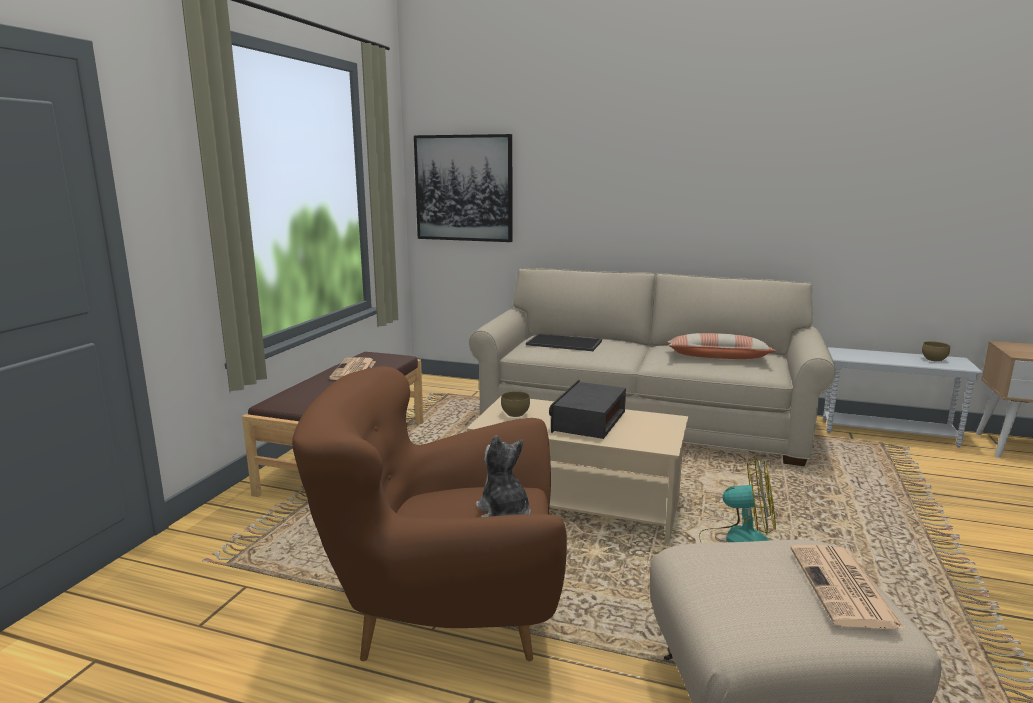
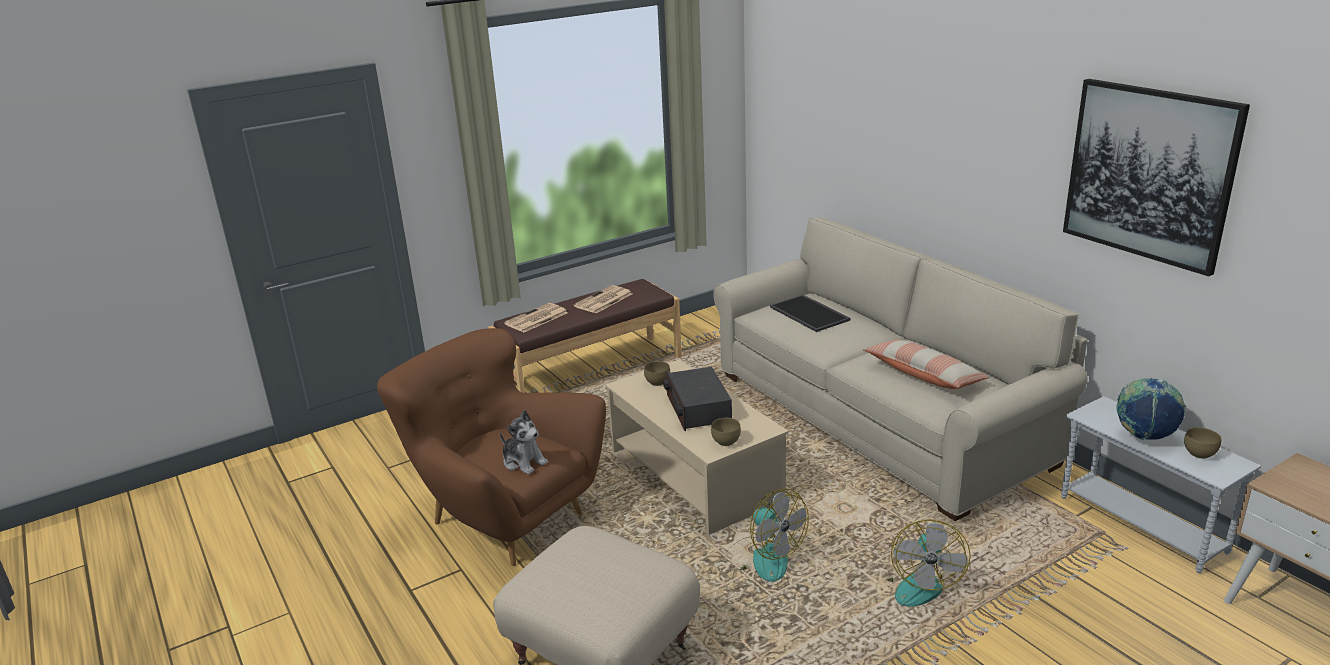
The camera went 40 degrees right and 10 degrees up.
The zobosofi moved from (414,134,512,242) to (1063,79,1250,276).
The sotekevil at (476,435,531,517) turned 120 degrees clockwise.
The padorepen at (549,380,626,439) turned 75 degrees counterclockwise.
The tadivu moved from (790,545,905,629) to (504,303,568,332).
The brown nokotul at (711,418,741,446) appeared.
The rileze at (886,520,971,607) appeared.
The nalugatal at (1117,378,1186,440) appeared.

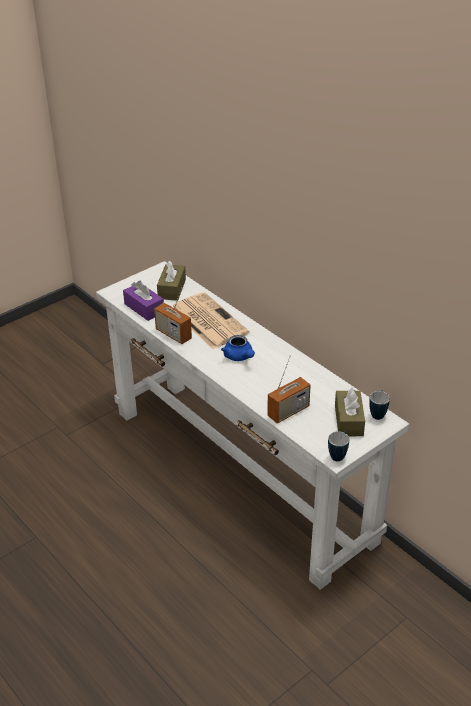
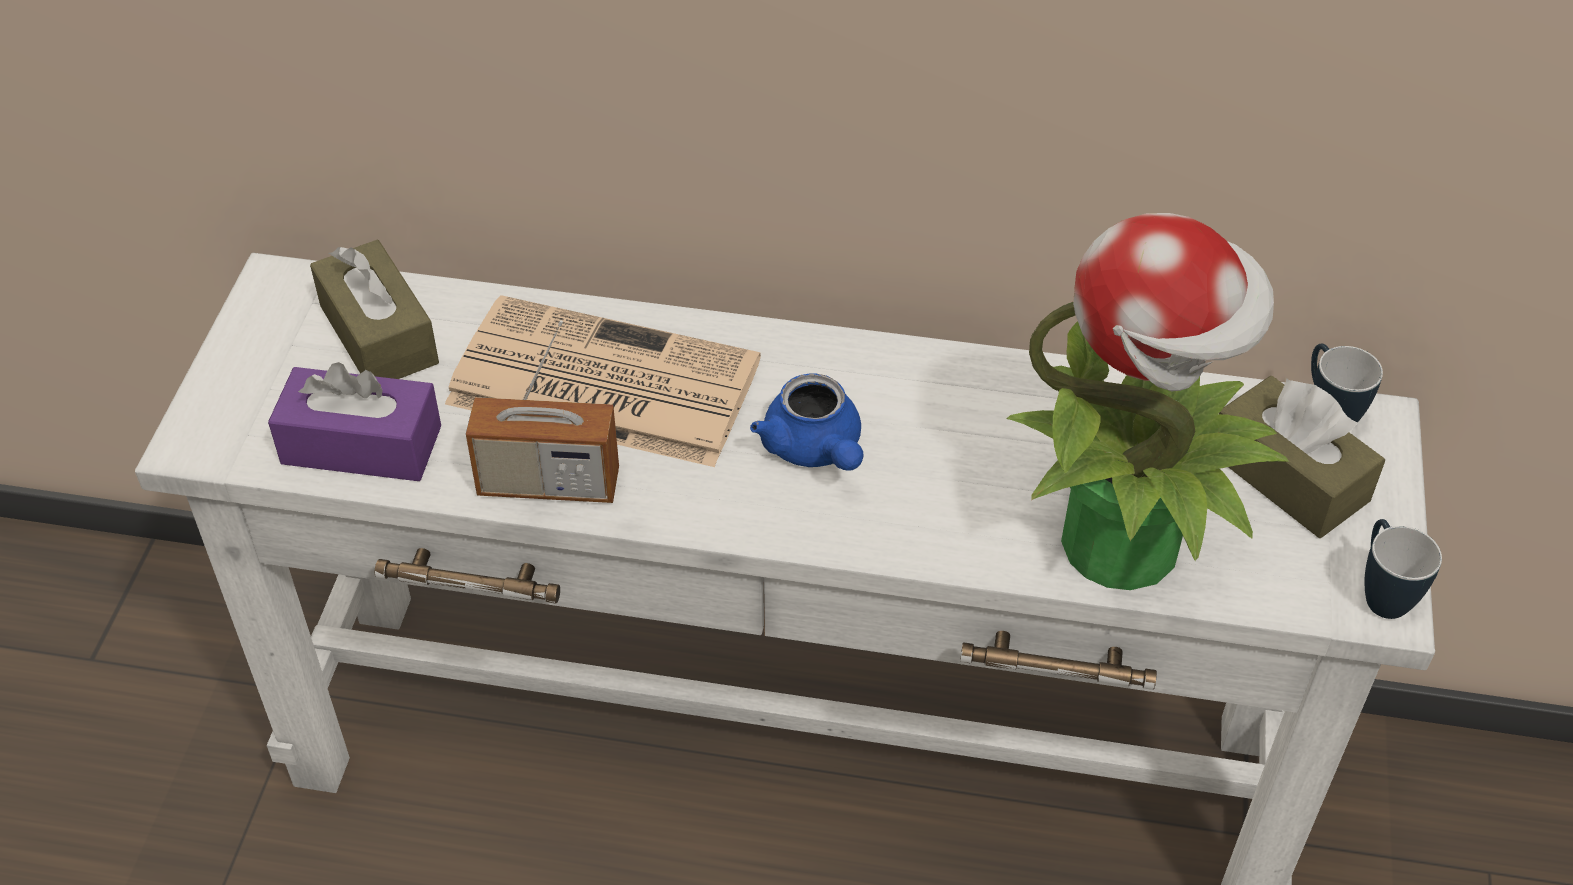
The camera went 40 degrees left and 10 degrees up.
The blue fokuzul at (221,335,255,361) turned 45 degrees clockwise.
The padorepen at (267,356,311,424) was replaced by the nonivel at (1007,213,1289,590).

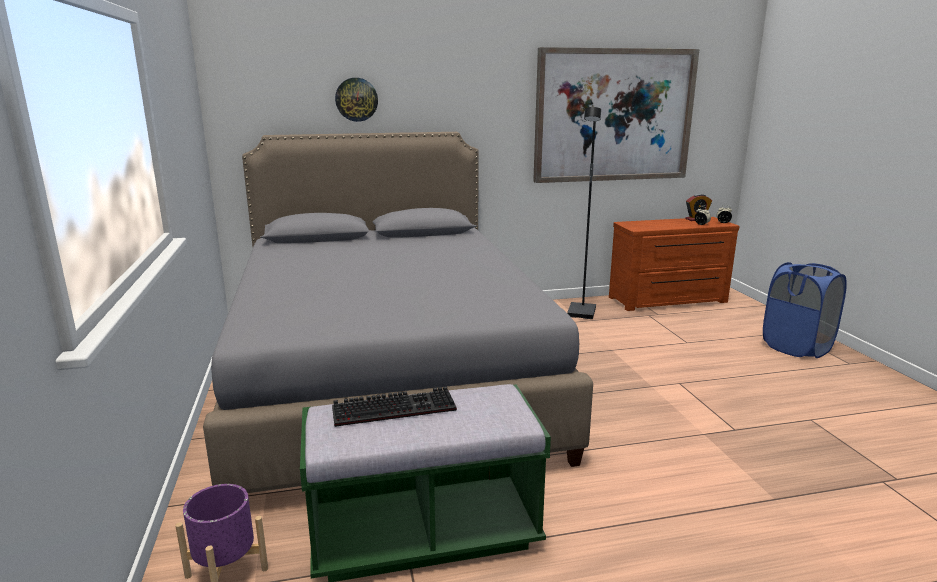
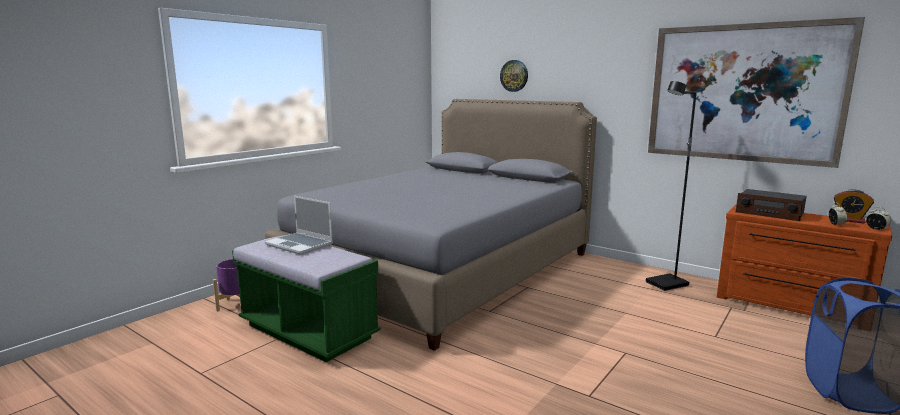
The camera went 50 degrees right and 5 degrees down.
The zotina at (332,386,457,427) was replaced by the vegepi at (265,196,333,255).
The padorepen at (736,189,807,221) appeared.

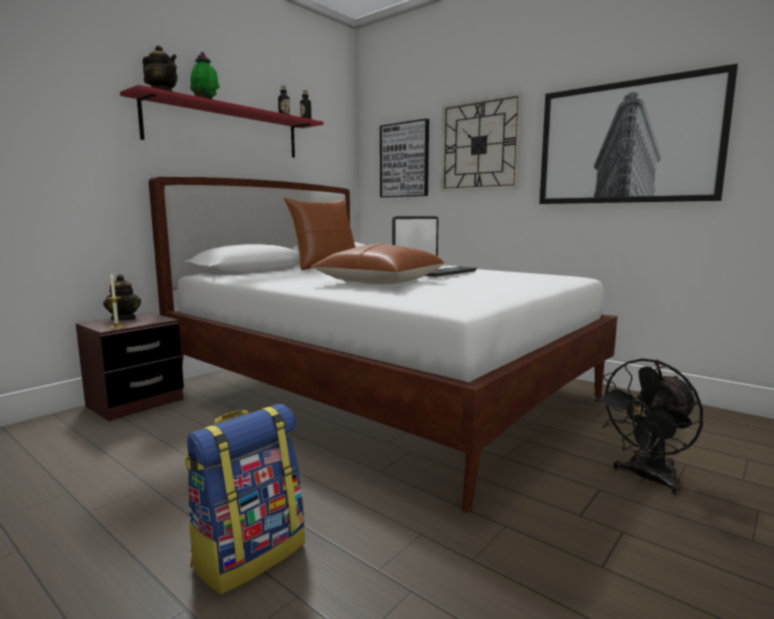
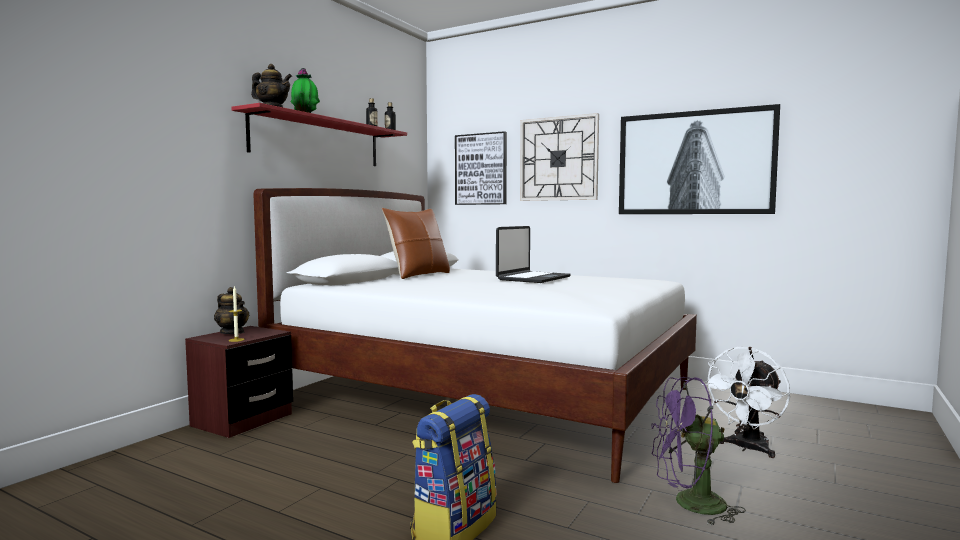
The camera went 10 degrees left and 5 degrees down.
The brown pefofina at (311,244,444,285) disappeared.
The black rileze at (595,358,703,495) became the white rileze at (701,347,790,458).
The purple rileze at (651,377,746,525) appeared.

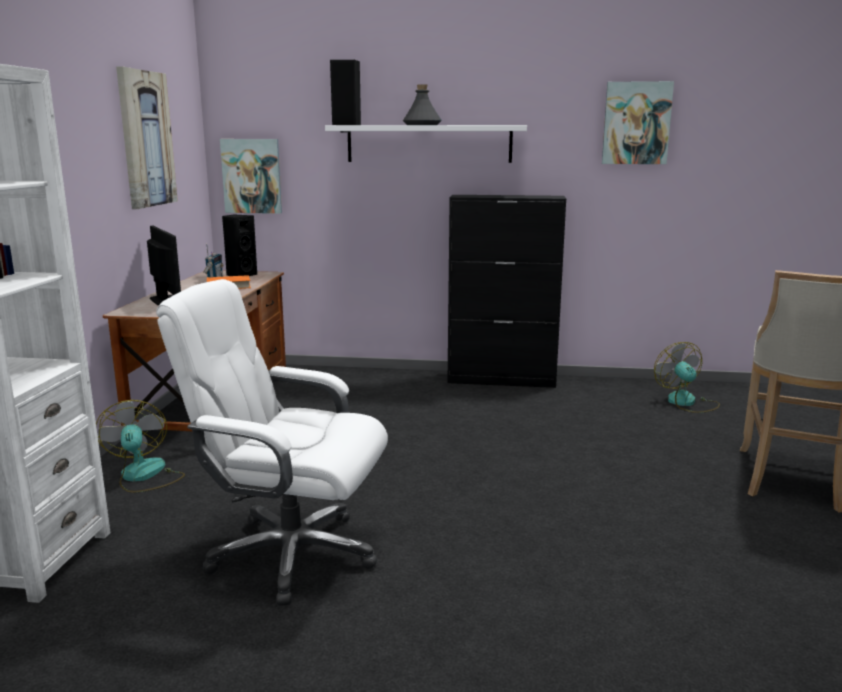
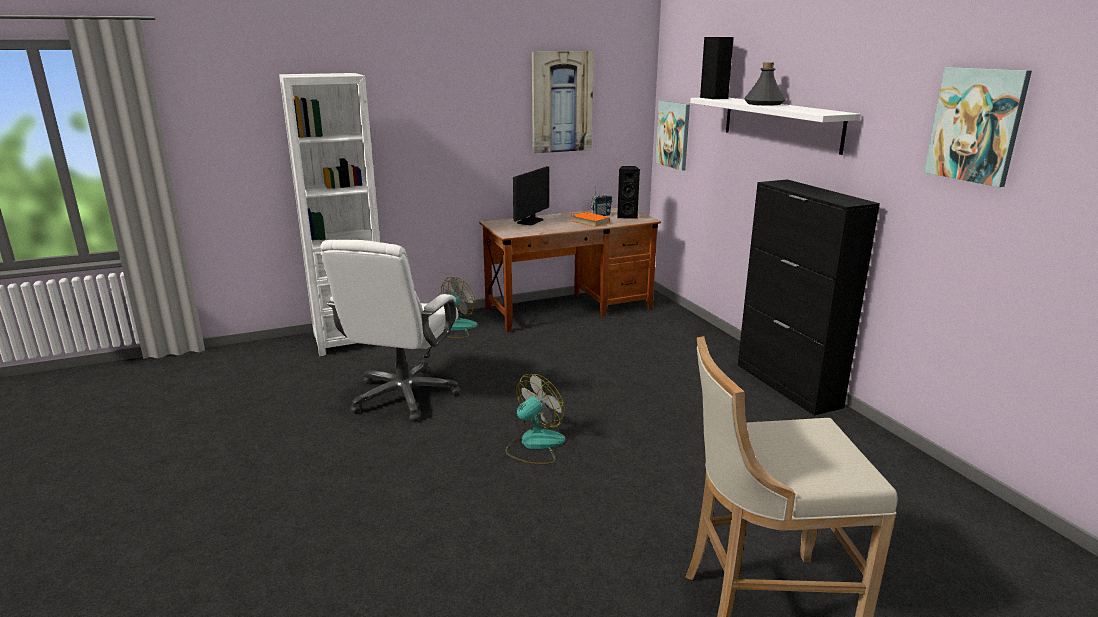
The camera went 60 degrees right and 5 degrees up.
The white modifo at (156,279,388,606) turned 150 degrees counterclockwise.
The rileze moved from (654,342,720,413) to (506,374,565,464).

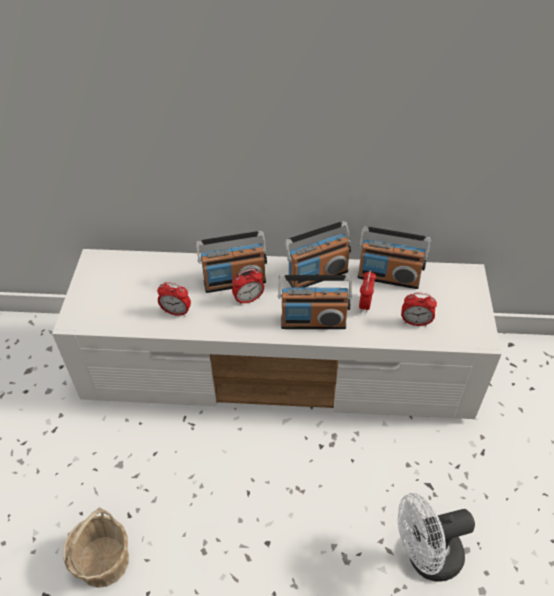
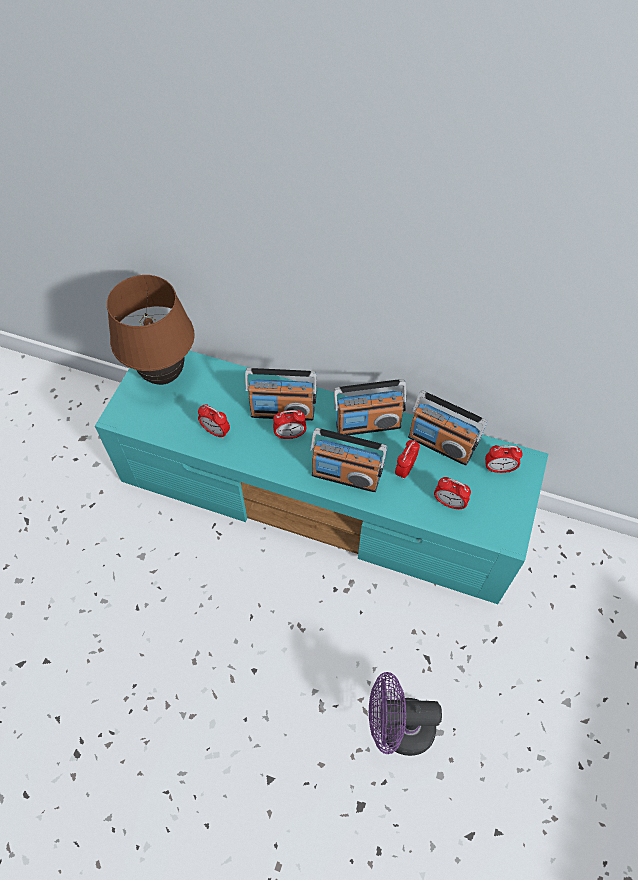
The camera went 15 degrees right and 10 degrees up.
The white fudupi at (52,249,502,419) became the turquoise fudupi at (95,351,548,604).
The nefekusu at (63,507,129,588) disappeared.
The white rileze at (398,493,475,582) became the purple rileze at (369,672,442,756).
The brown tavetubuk at (107,275,195,385) appeared.
The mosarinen at (485,445,523,473) appeared.

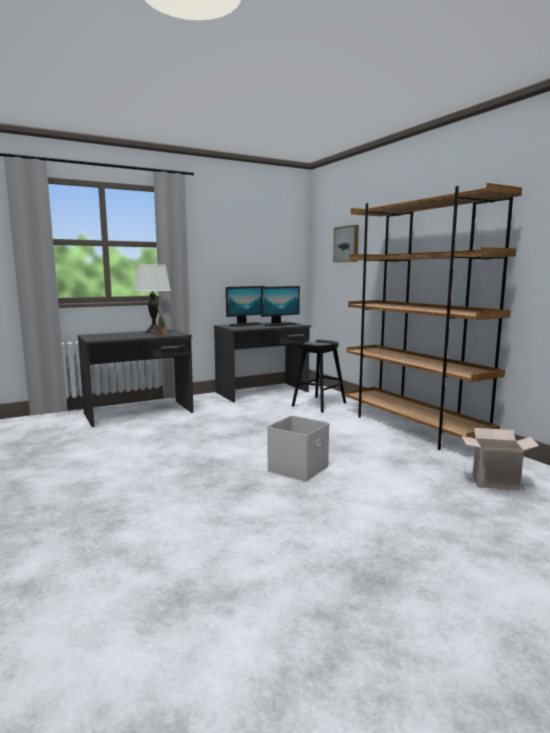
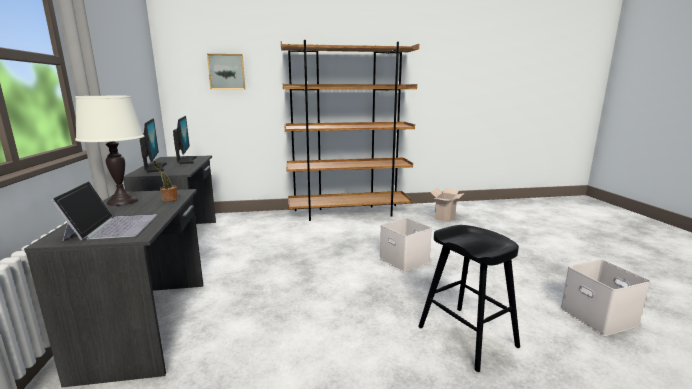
The camera went 70 degrees left and 5 degrees up.
The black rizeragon moved from (292,339,346,413) to (419,225,520,372).
The vegepi at (51,181,157,241) appeared.
The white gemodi at (560,259,650,336) appeared.

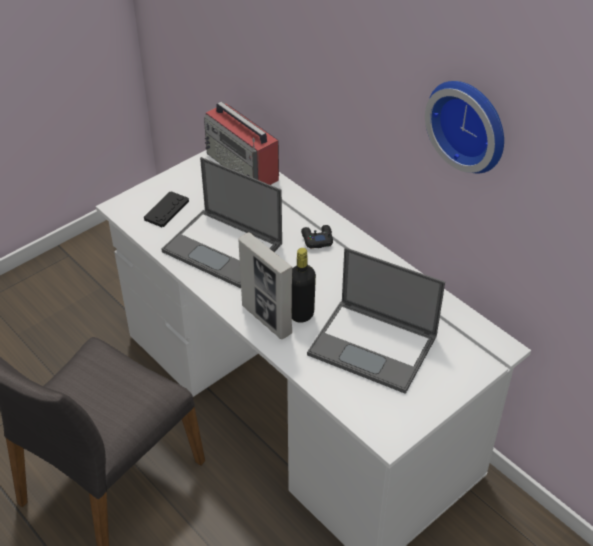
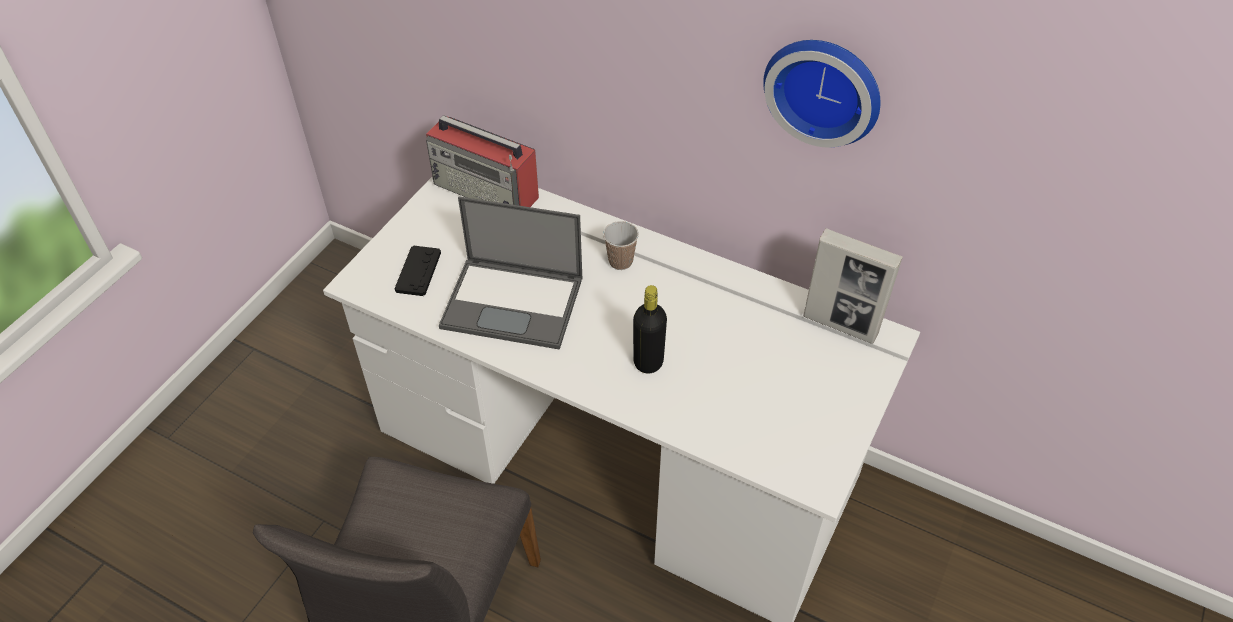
The camera went 20 degrees left and 5 degrees up.
The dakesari moved from (238,232,293,339) to (803,228,903,344).
The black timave at (301,225,333,249) was replaced by the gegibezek at (603,221,639,270).
The vegepi at (307,247,445,394) disappeared.

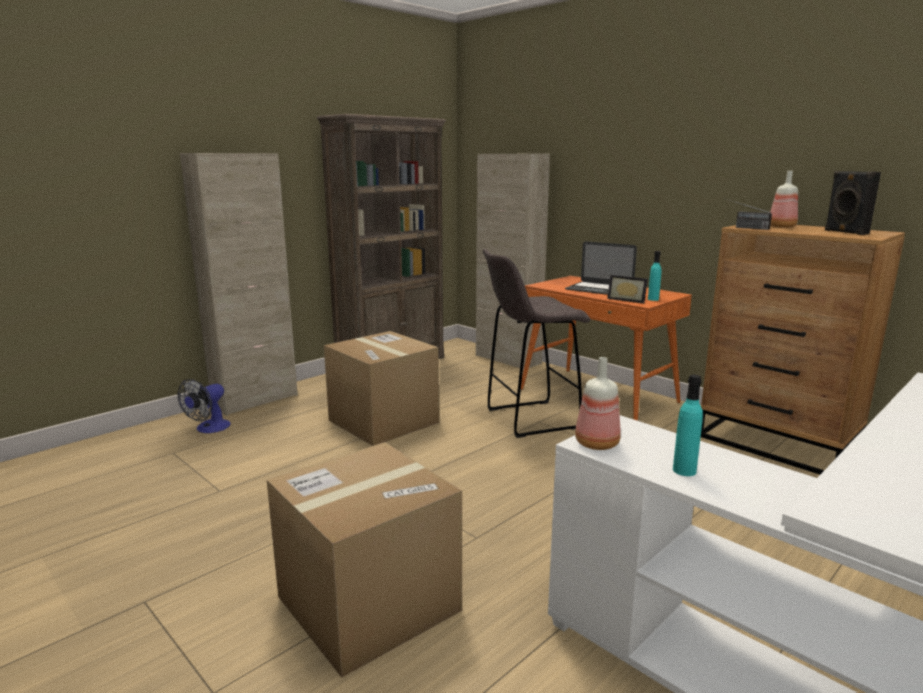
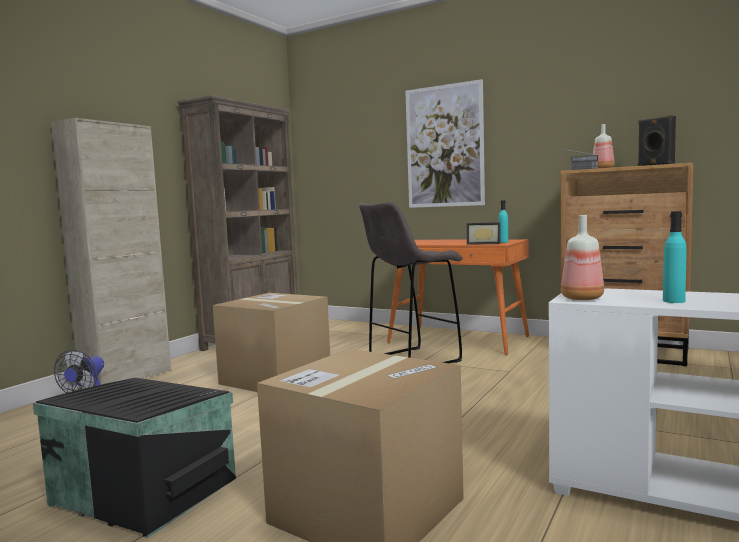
The camera went 15 degrees left and 10 degrees down.
The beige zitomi at (476,154,550,370) disappeared.
The vegepi at (565,241,637,295) disappeared.
The black gemodi at (33,378,236,538) appeared.
The zobosofi at (405,79,485,208) appeared.

